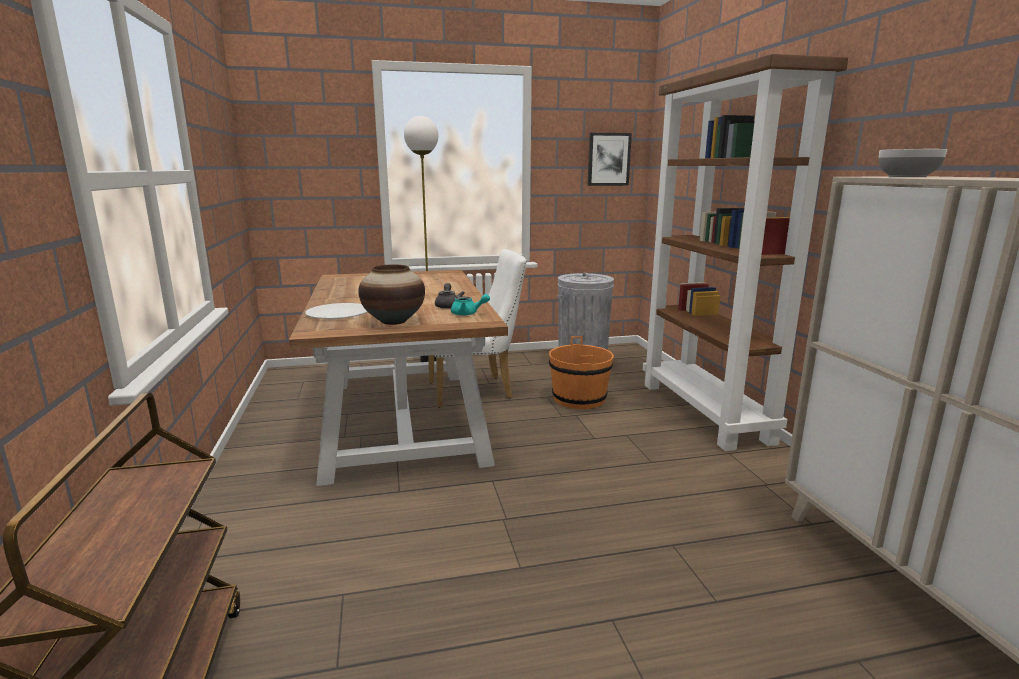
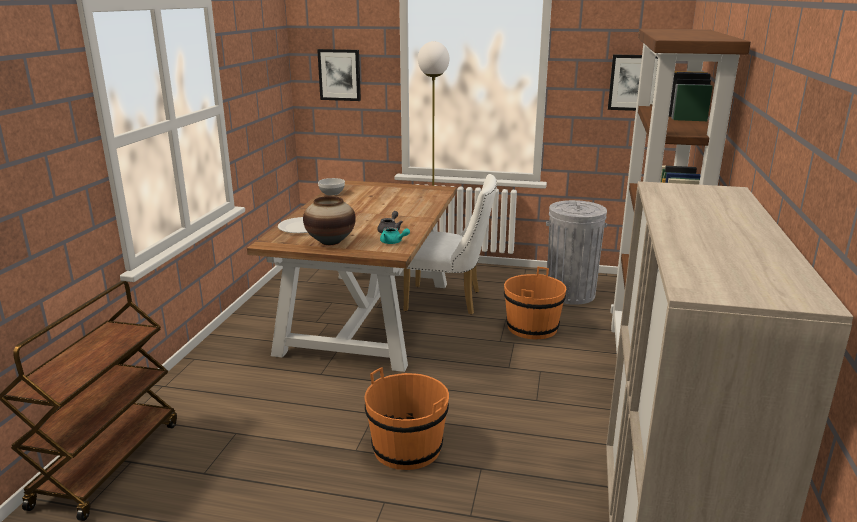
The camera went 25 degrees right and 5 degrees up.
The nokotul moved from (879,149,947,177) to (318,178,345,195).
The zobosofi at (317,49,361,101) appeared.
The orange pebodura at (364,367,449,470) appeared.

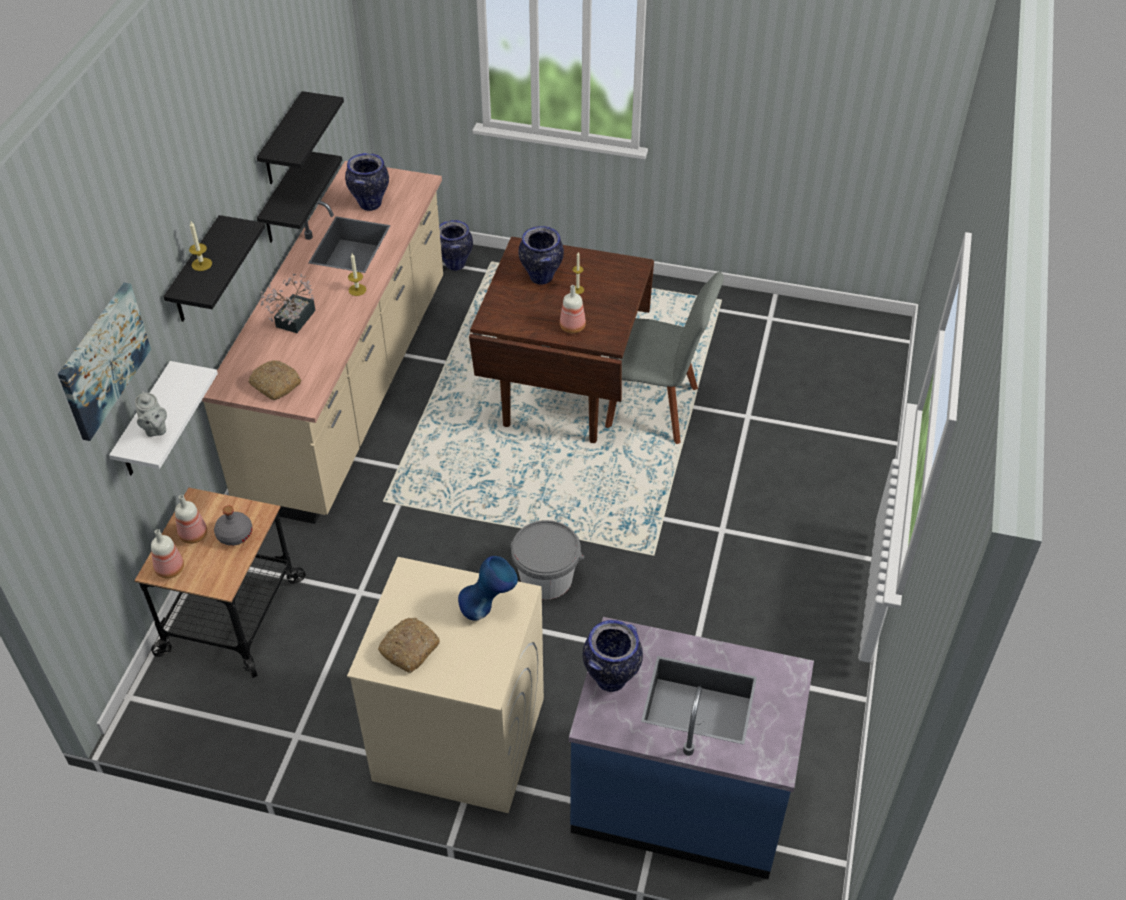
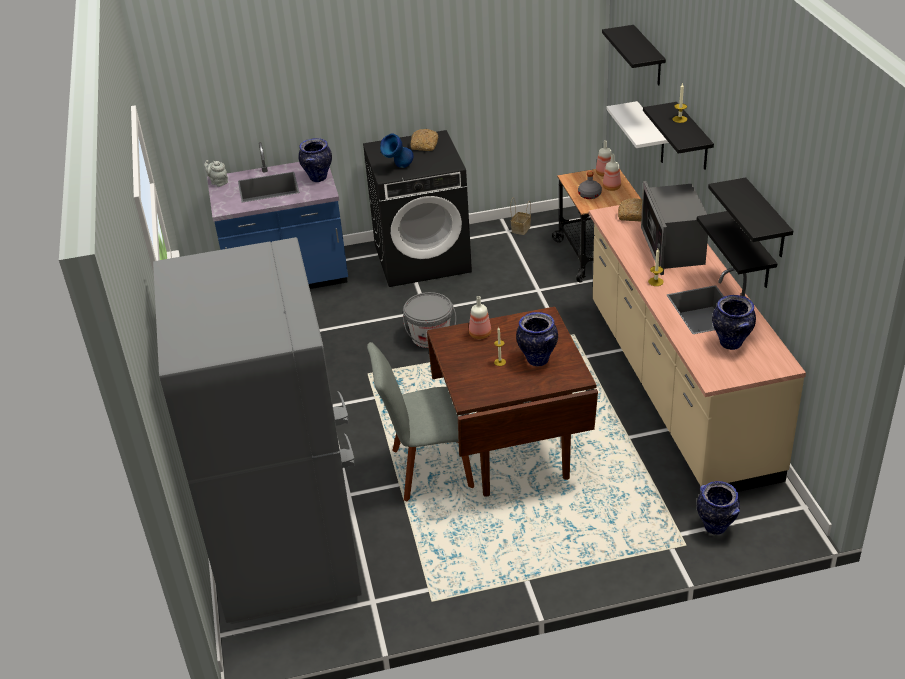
The camera went 155 degrees right and 10 degrees down.
The zobosofi at (58,283,151,441) was replaced by the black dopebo at (602,25,666,85).
The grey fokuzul moved from (135,391,167,437) to (204,160,228,187).
The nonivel at (260,274,316,333) was replaced by the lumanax at (641,181,708,275).
The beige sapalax at (347,557,544,813) became the black sapalax at (363,130,472,287).
The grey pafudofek at (153,237,362,624) appeared.
The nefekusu at (511,197,531,235) appeared.

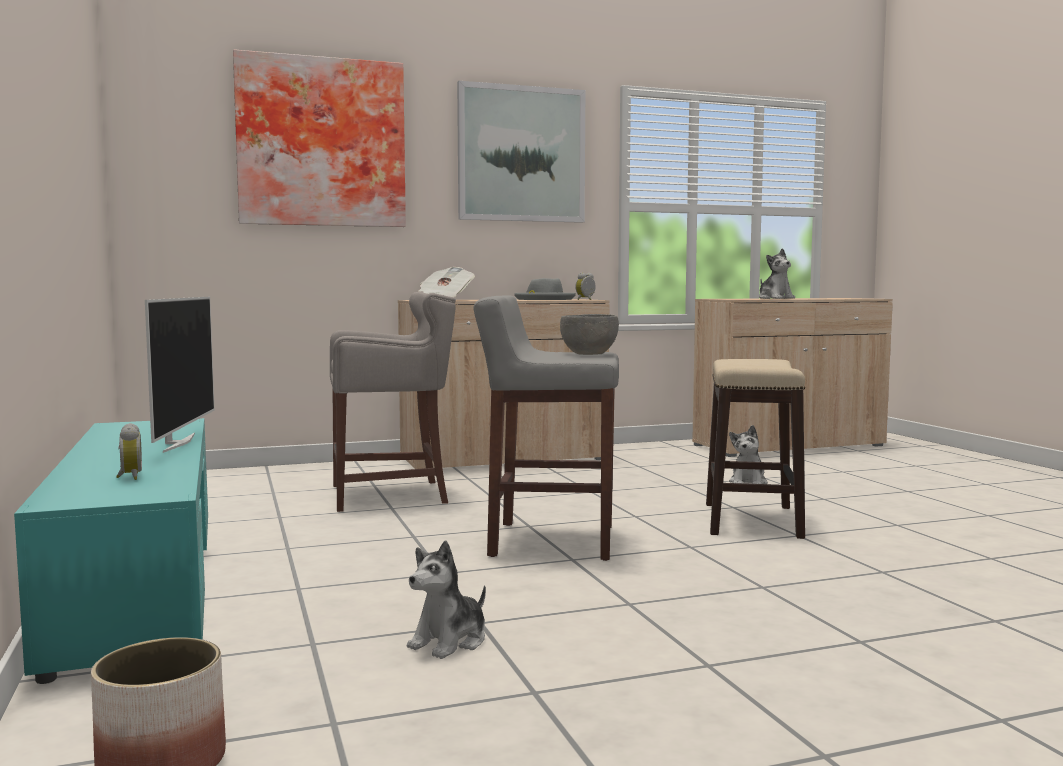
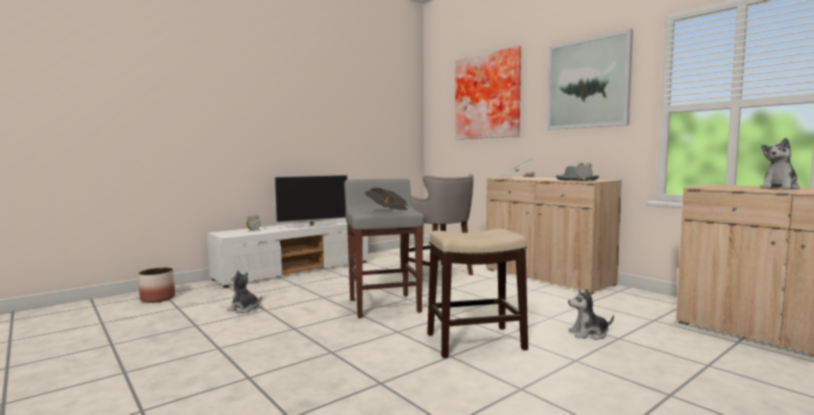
The camera went 70 degrees right and 0 degrees up.
The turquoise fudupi at (14,418,208,684) became the white fudupi at (207,218,369,288).
The grey nokotul at (560,314,619,355) was replaced by the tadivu at (365,188,408,210).

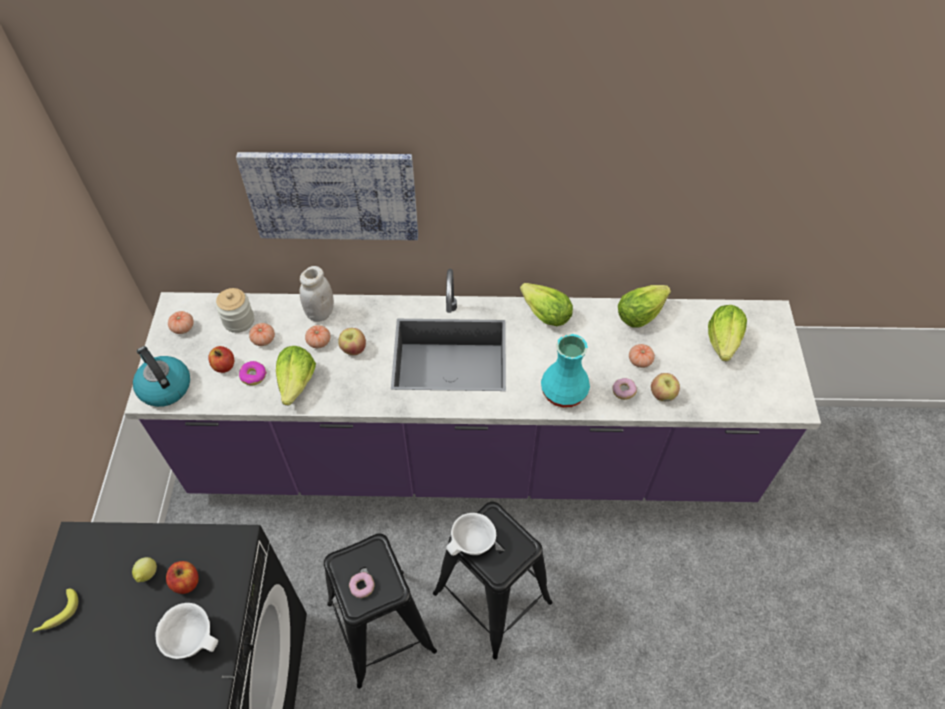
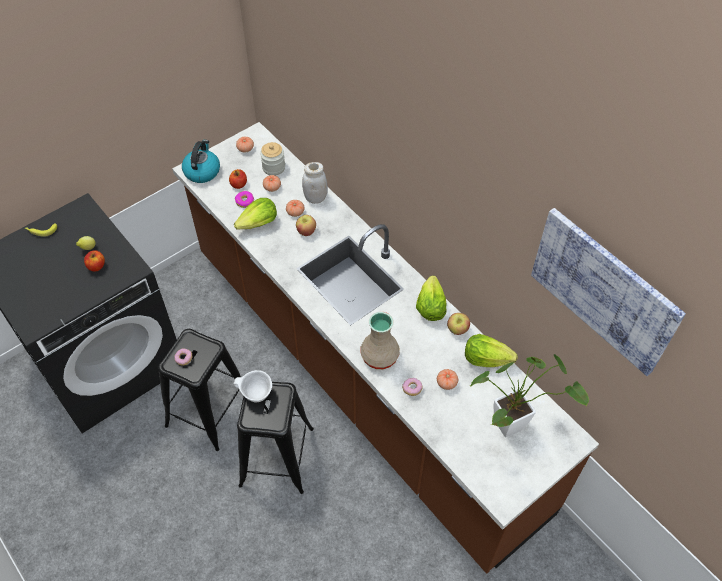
The camera went 50 degrees right and 0 degrees up.
The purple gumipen at (124,269,821,502) became the brown gumipen at (172,122,599,574).
The white nokotul at (156,603,218,659) disappeared.
The zobosofi moved from (236,152,418,240) to (531,208,686,376).
The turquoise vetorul at (541,334,590,408) became the beige vetorul at (360,312,400,369).
The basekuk moved from (651,373,680,401) to (447,313,470,335).
The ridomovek at (708,305,747,361) was replaced by the nonivel at (470,354,589,437).

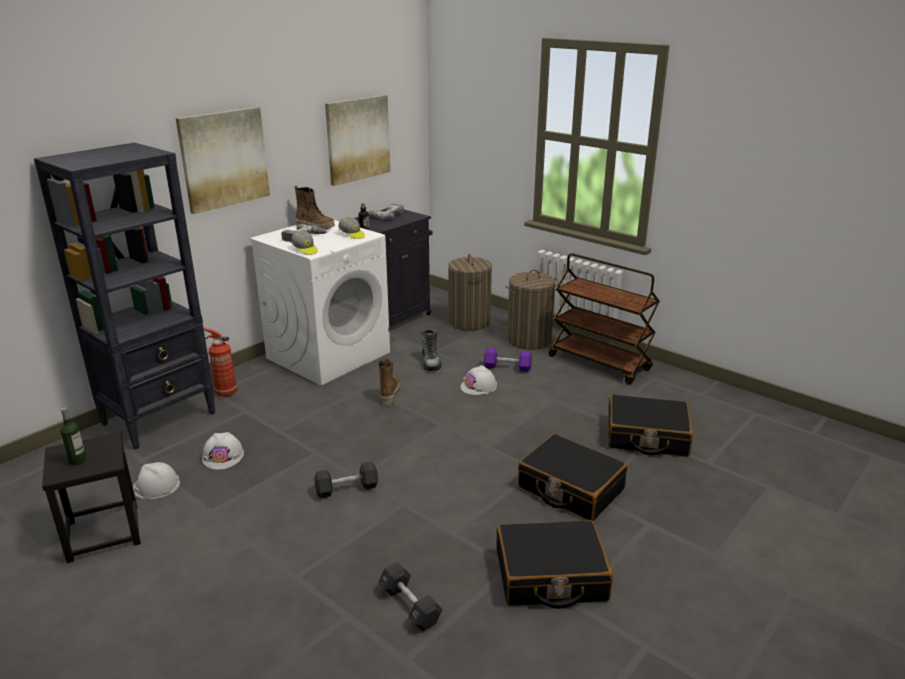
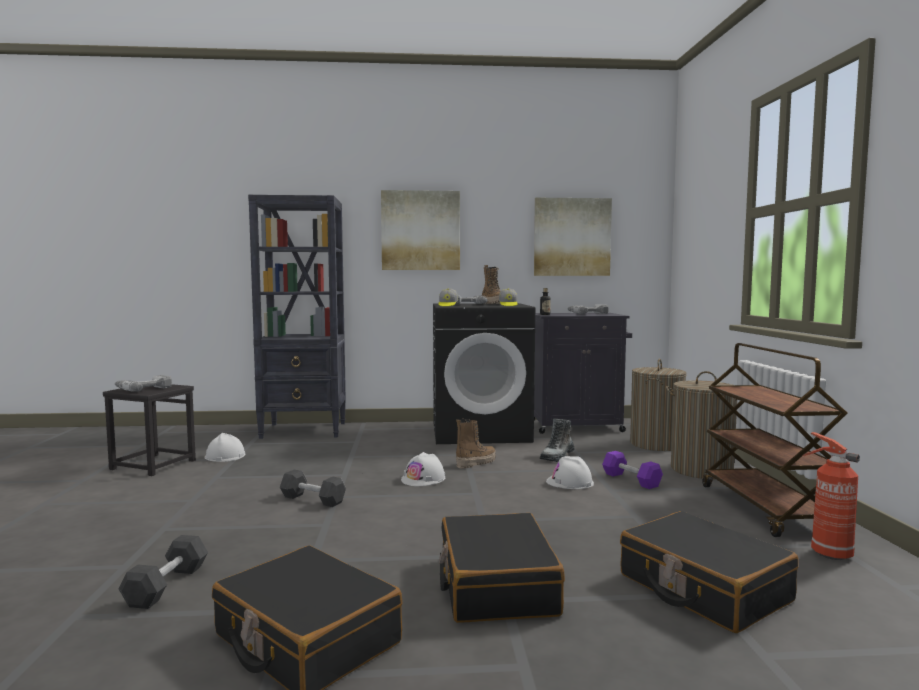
The camera went 45 degrees right and 20 degrees down.
The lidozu at (60,408,86,465) was replaced by the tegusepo at (115,375,172,392).
The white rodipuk moved from (202,432,244,470) to (401,452,445,486).
The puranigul moved from (203,327,237,397) to (802,432,860,560).
The white sapalax at (250,220,390,386) became the black sapalax at (433,303,535,444).

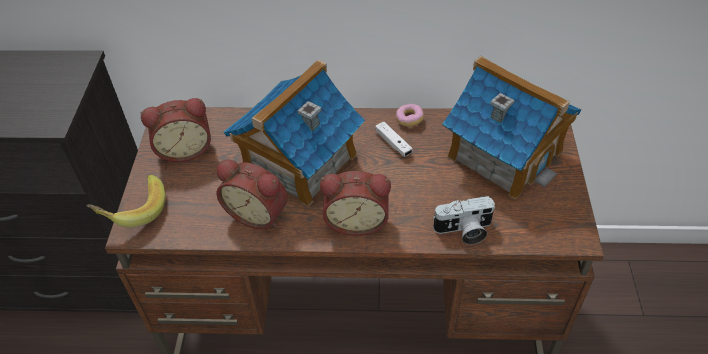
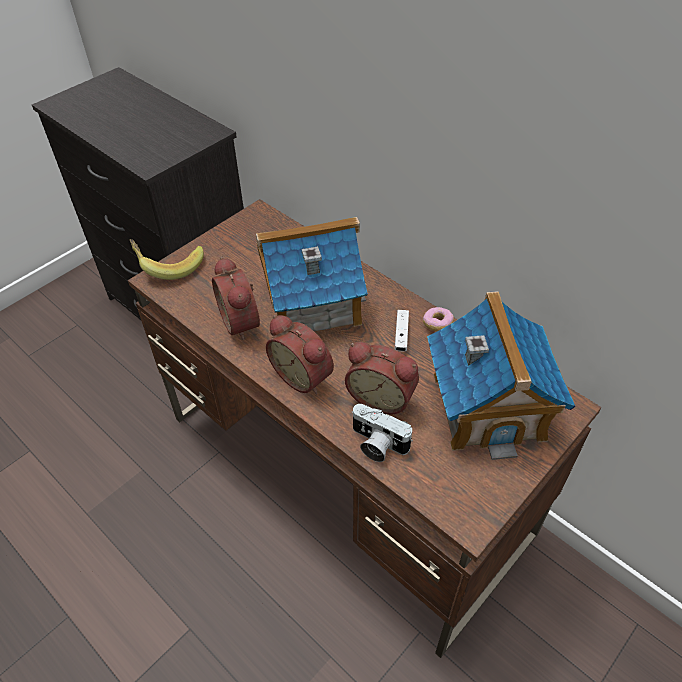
The camera went 40 degrees right and 0 degrees up.
The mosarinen moved from (141,98,211,162) to (345,342,419,415).

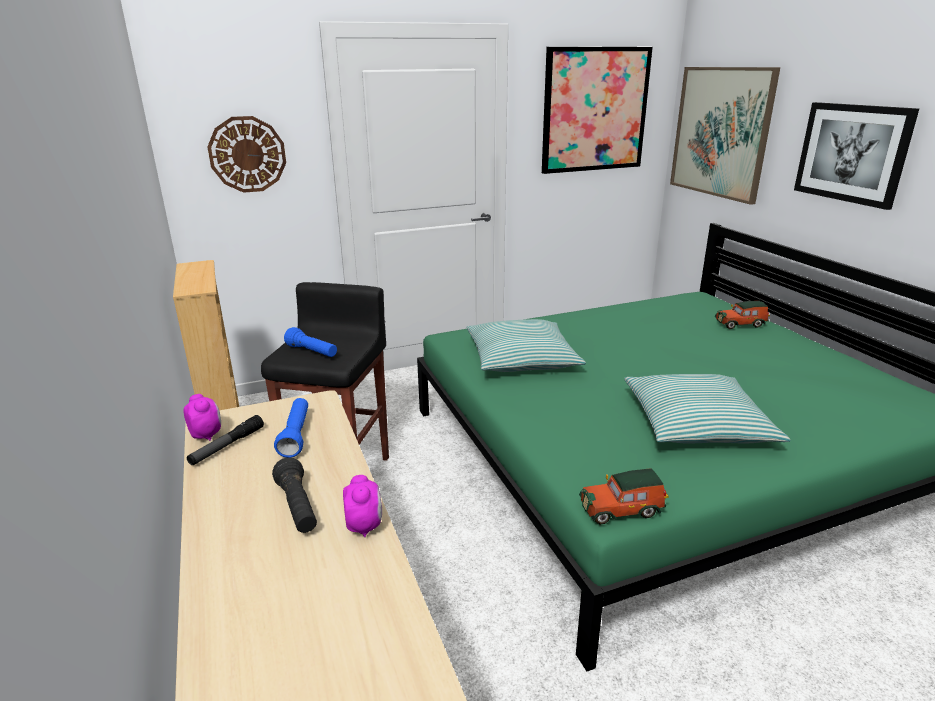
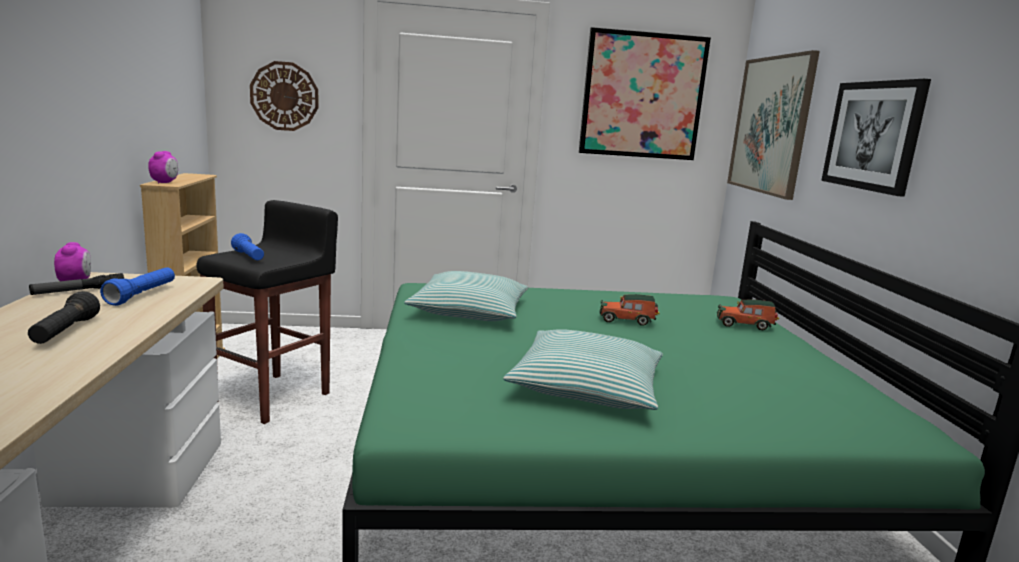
The camera went 15 degrees right and 10 degrees down.
The mosarinen moved from (343,475,382,537) to (148,151,178,183).
The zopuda moved from (579,468,669,524) to (599,294,660,326).

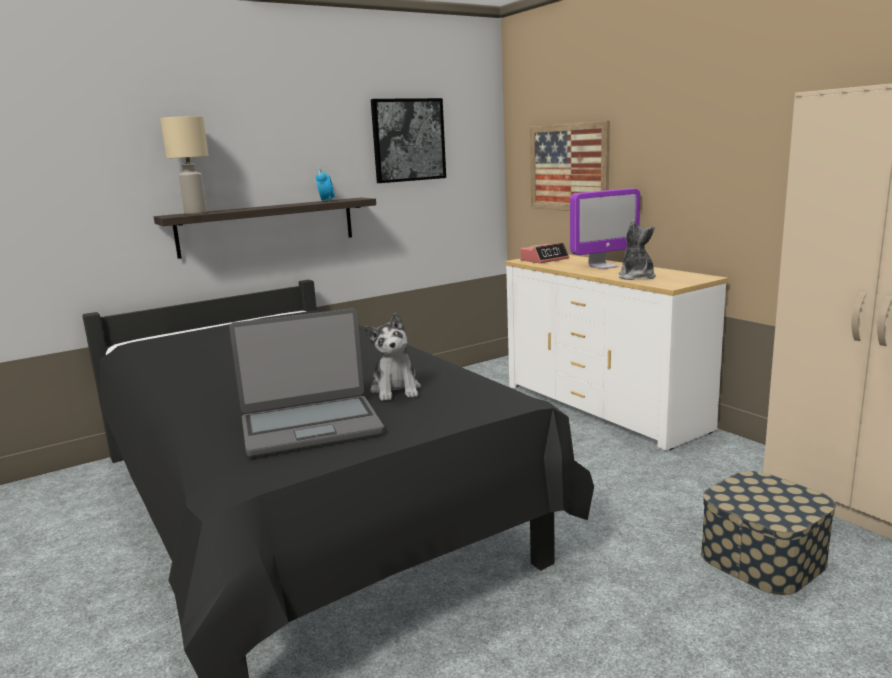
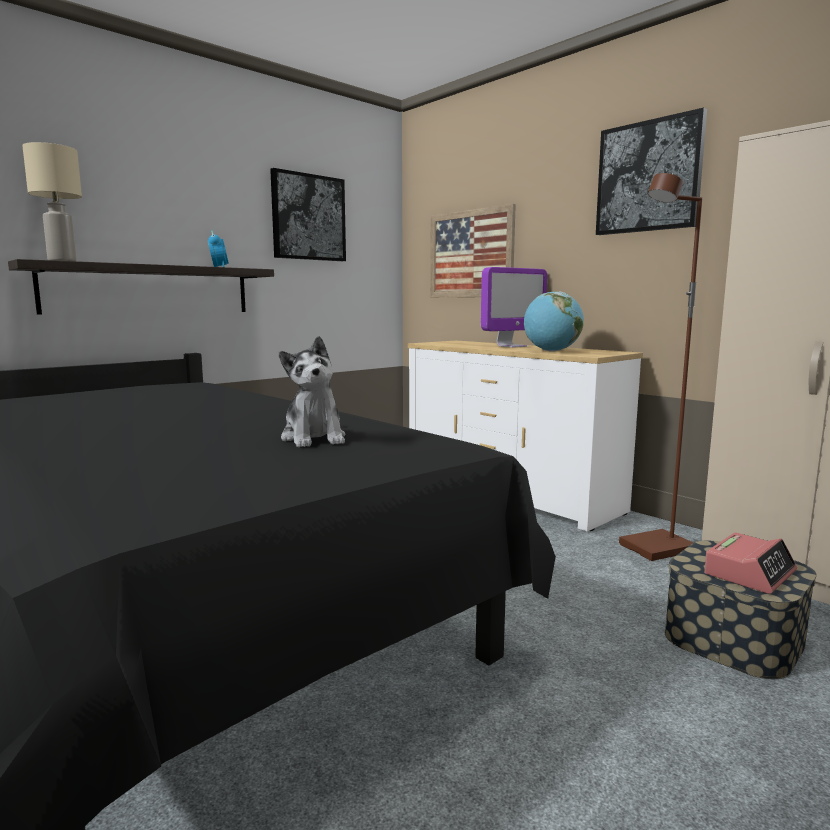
The camera went 10 degrees left and 5 degrees down.
The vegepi at (229,308,384,457) disappeared.
The mosarinen moved from (520,243,569,263) to (704,532,797,594).
The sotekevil at (619,220,656,280) was replaced by the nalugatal at (524,291,584,352).
The zobosofi at (596,108,707,235) appeared.
The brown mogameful at (619,173,702,561) appeared.

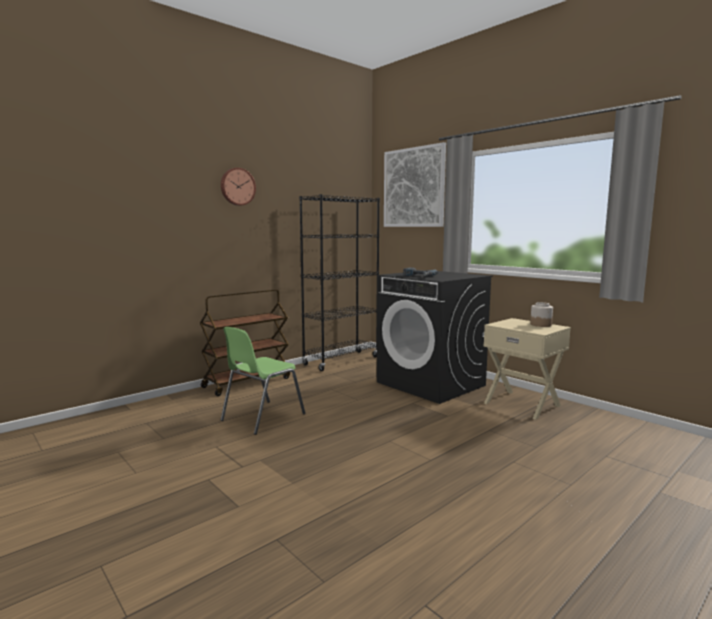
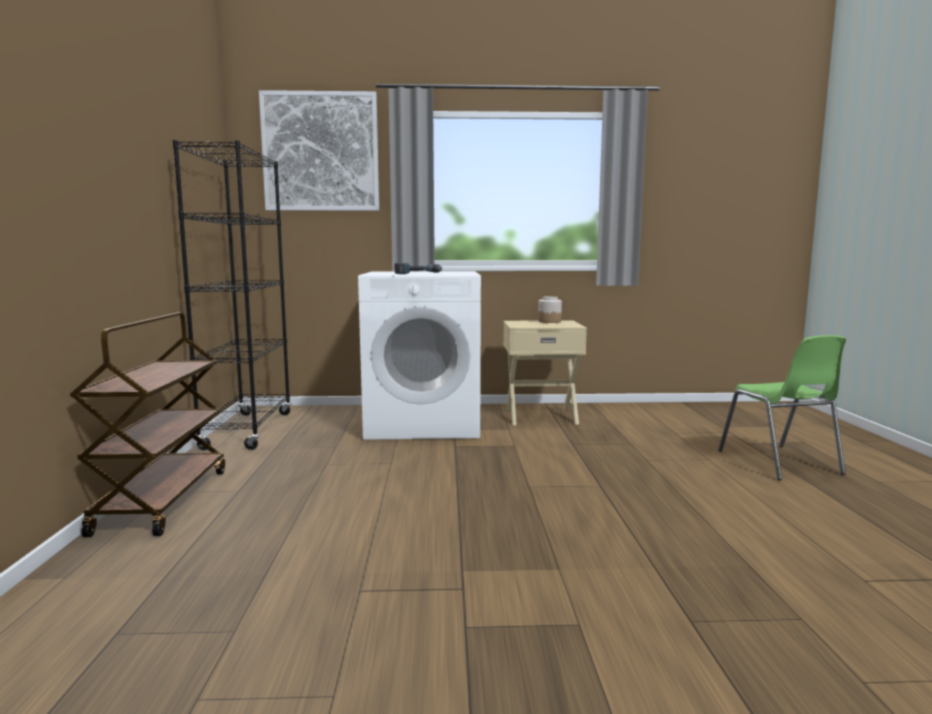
The camera went 50 degrees left and 0 degrees up.
The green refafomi moved from (220,327,306,435) to (718,335,846,480).
The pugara at (221,168,256,206) disappeared.
The black sapalax at (377,270,493,404) became the white sapalax at (358,271,481,440).

